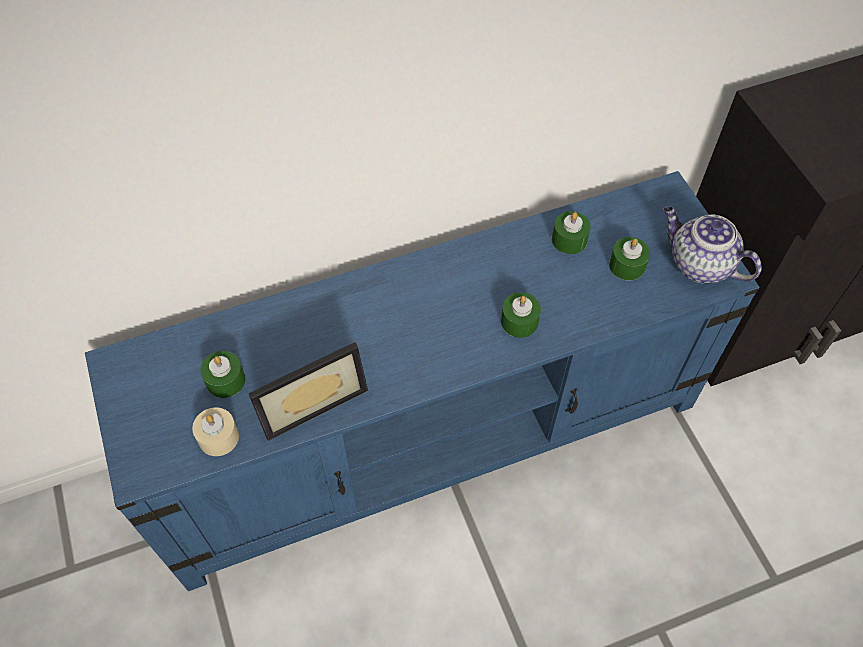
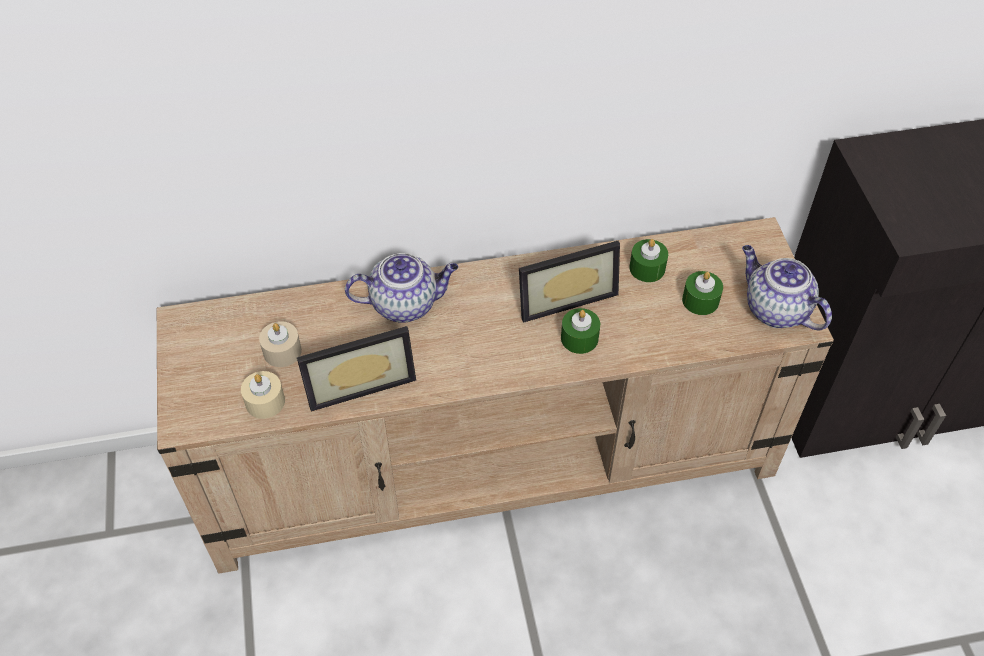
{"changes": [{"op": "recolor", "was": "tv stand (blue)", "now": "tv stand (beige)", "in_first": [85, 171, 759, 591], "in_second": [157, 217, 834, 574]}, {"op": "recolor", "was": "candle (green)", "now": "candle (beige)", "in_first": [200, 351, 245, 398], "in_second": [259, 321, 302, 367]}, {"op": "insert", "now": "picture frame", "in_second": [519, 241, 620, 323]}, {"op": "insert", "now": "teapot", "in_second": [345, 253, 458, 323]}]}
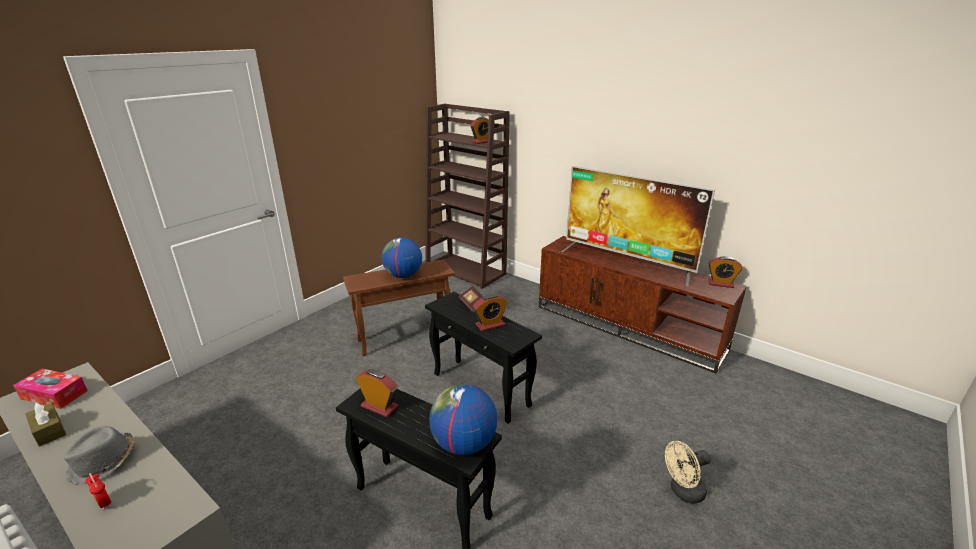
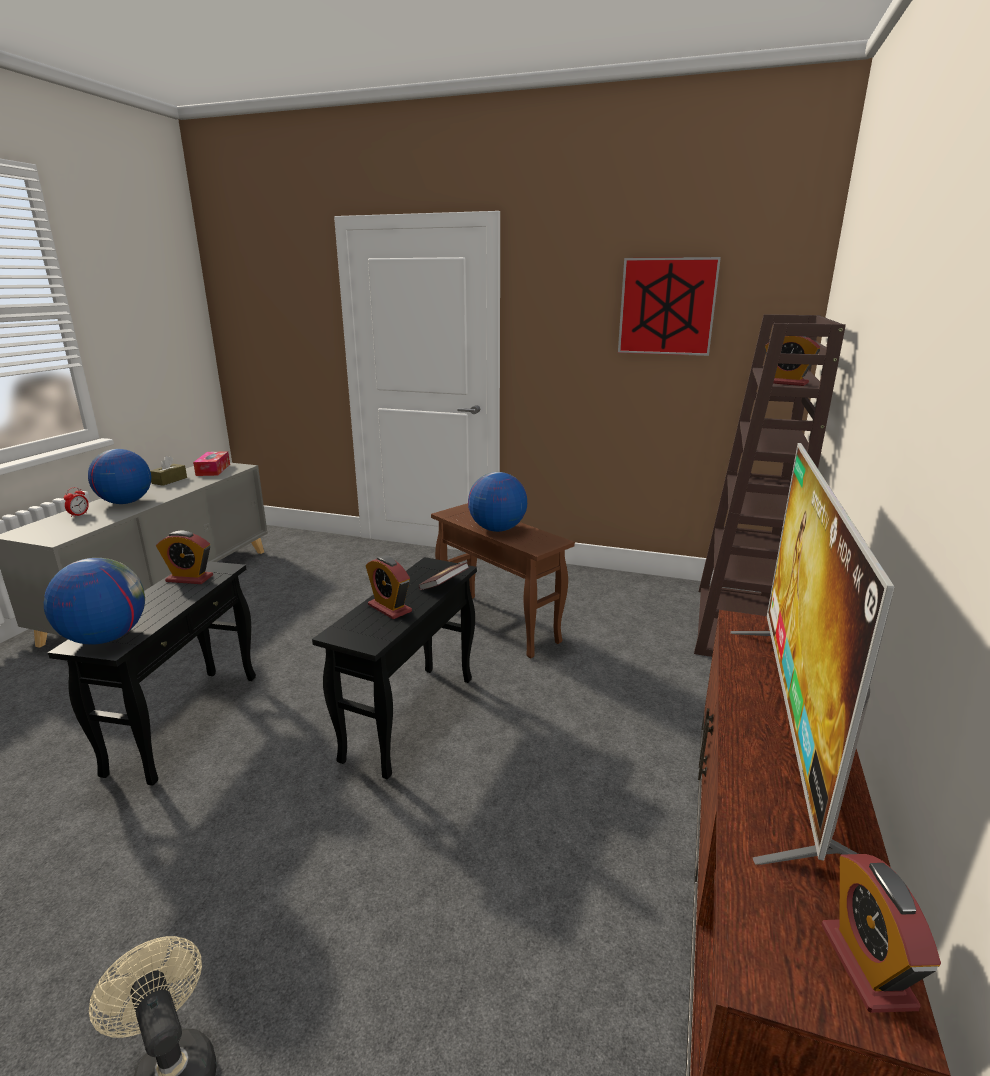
{"changes": [{"op": "rotate", "was": "alarm clock", "in_first": [356, 369, 398, 417], "in_second": [156, 530, 213, 584], "clockwise": 90}, {"op": "replace", "was": "hat (grey)", "now": "globe", "in_first": [64, 426, 134, 486], "in_second": [88, 449, 151, 504]}, {"op": "insert", "now": "picture", "in_second": [618, 257, 721, 356]}]}
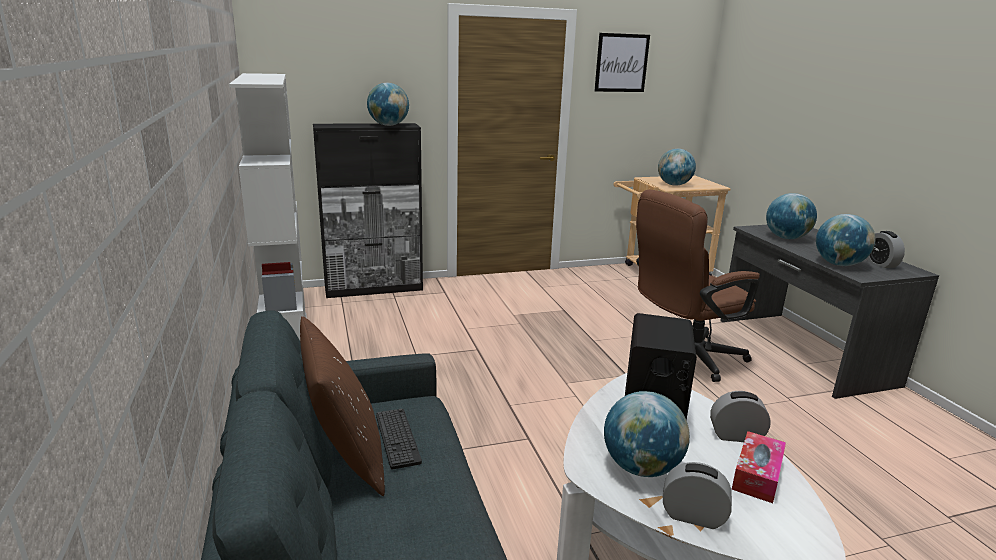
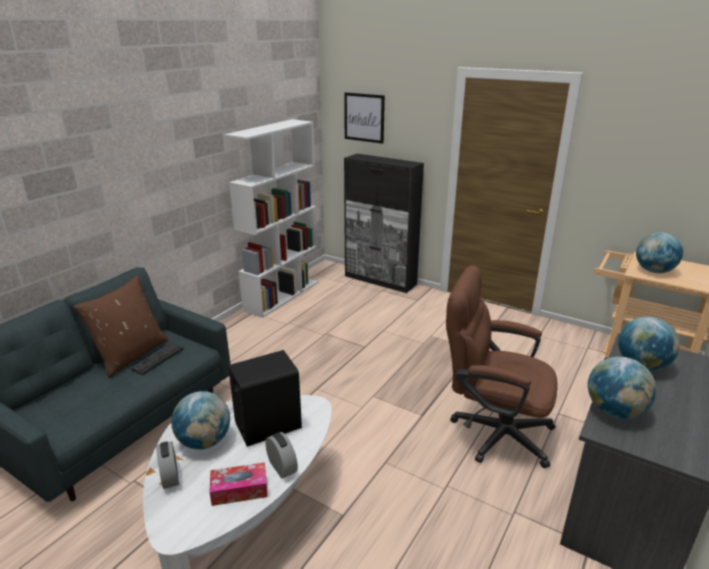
{"changes": [{"op": "move", "was": "picture", "in_first": [594, 33, 650, 92], "in_second": [344, 92, 385, 144]}, {"op": "delete", "was": "globe", "in_first": [367, 83, 409, 126]}, {"op": "delete", "was": "alarm clock", "in_first": [866, 231, 905, 268]}]}
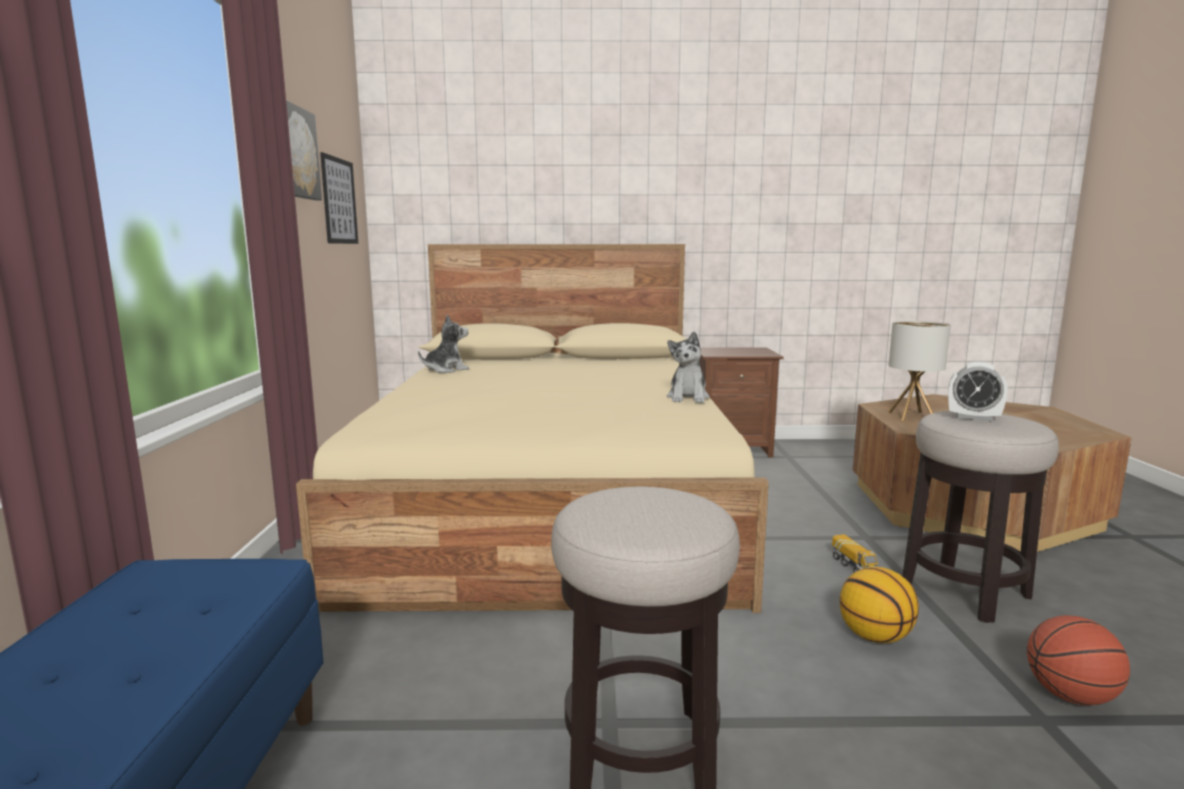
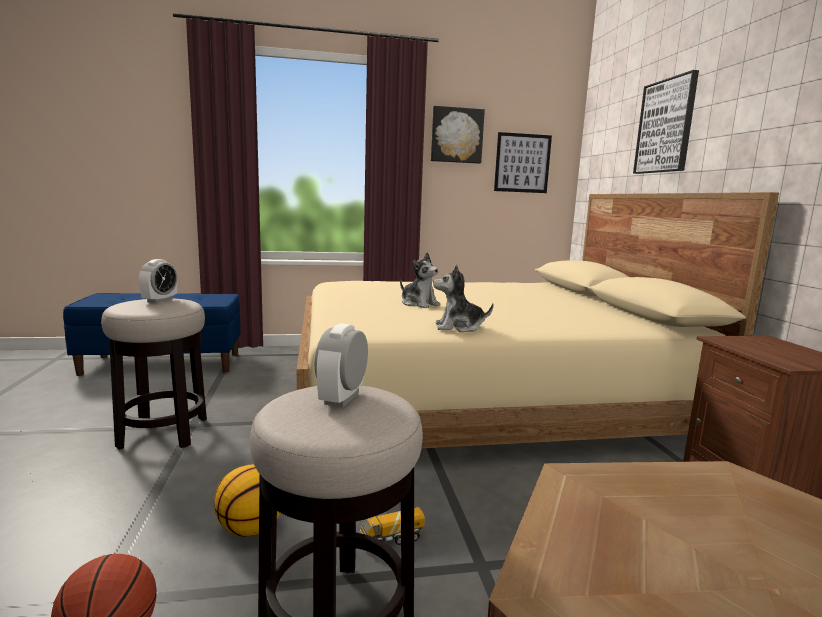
{"changes": [{"op": "move", "was": "plush toy", "in_first": [418, 314, 469, 373], "in_second": [400, 252, 440, 308]}, {"op": "delete", "was": "table lamp", "in_first": [888, 321, 951, 421]}, {"op": "insert", "now": "picture", "in_second": [633, 70, 699, 174]}, {"op": "insert", "now": "alarm clock", "in_second": [139, 259, 177, 303]}]}
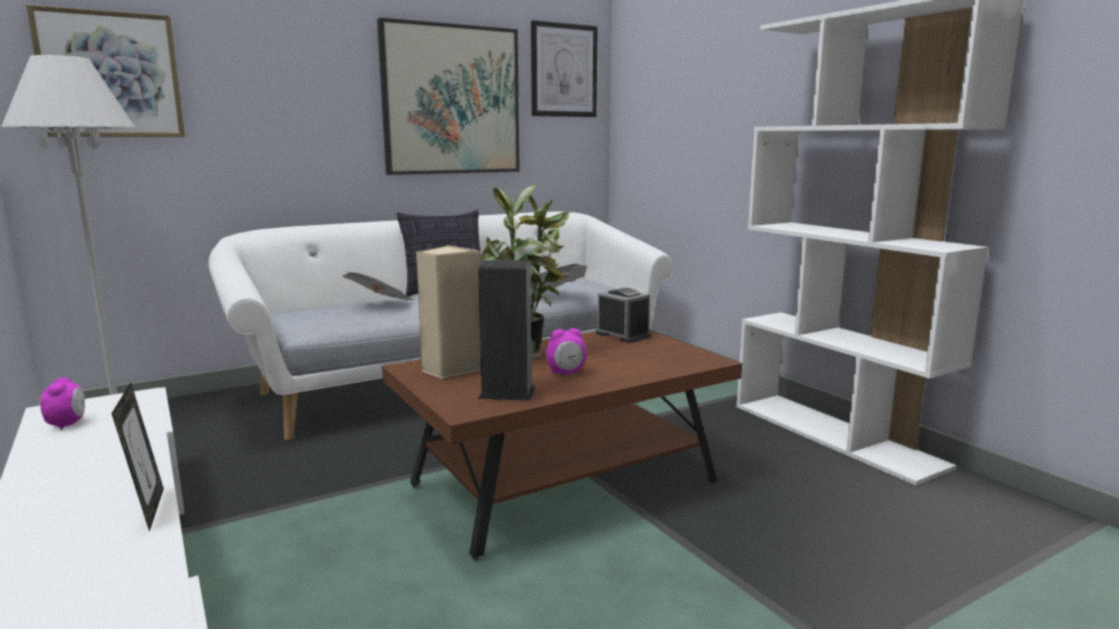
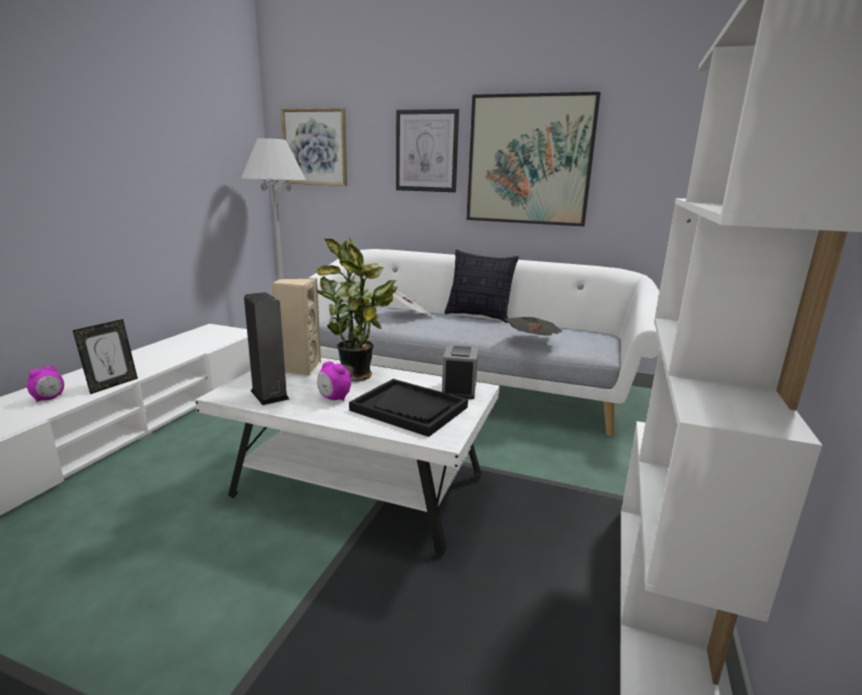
{"changes": [{"op": "move", "was": "picture", "in_first": [531, 20, 598, 117], "in_second": [396, 109, 459, 192]}, {"op": "recolor", "was": "coffee table (brown)", "now": "coffee table (white)", "in_first": [382, 330, 742, 561], "in_second": [195, 357, 500, 556]}, {"op": "move", "was": "alarm clock", "in_first": [40, 378, 85, 429], "in_second": [27, 366, 64, 402]}, {"op": "insert", "now": "tray (black)", "in_second": [349, 379, 468, 437]}]}
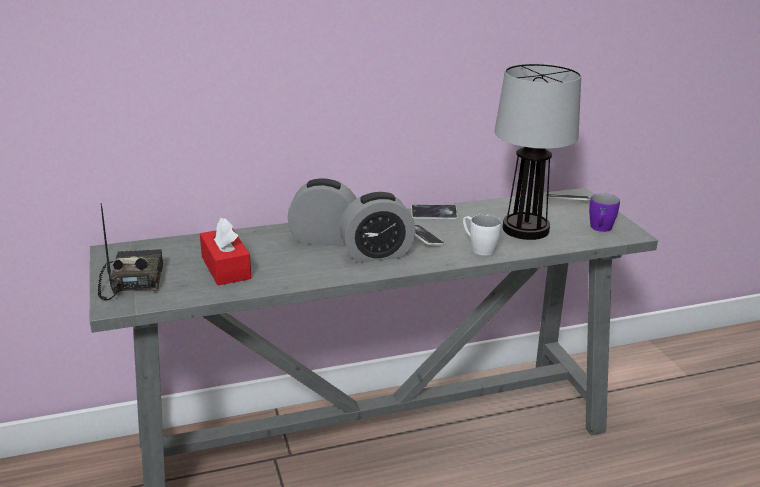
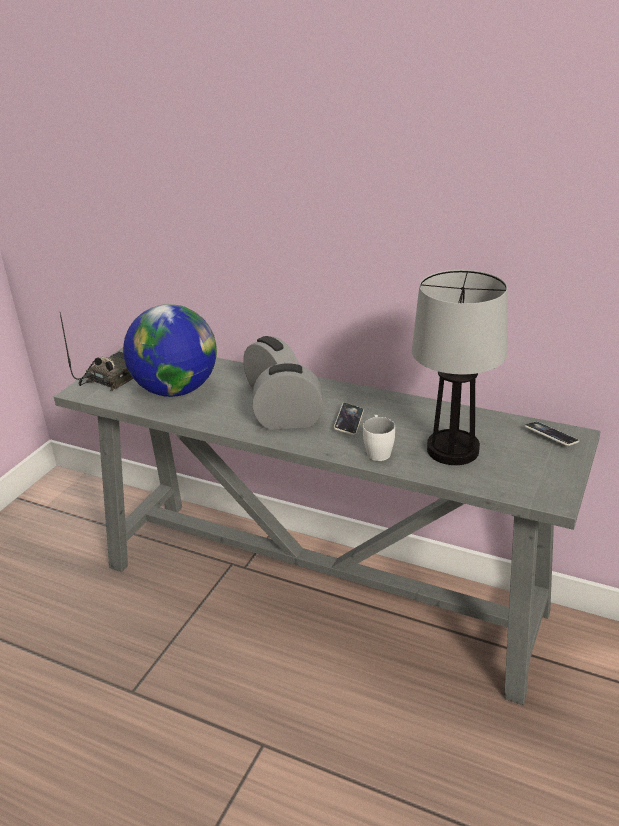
{"changes": [{"op": "rotate", "was": "alarm clock", "in_first": [340, 192, 416, 263], "in_second": [252, 363, 323, 430], "clockwise": 150}, {"op": "delete", "was": "mug (purple)", "in_first": [589, 193, 620, 232]}, {"op": "delete", "was": "phone", "in_first": [411, 204, 457, 219]}, {"op": "replace", "was": "tissue box (red)", "now": "globe", "in_first": [200, 218, 251, 285], "in_second": [123, 304, 217, 397]}]}
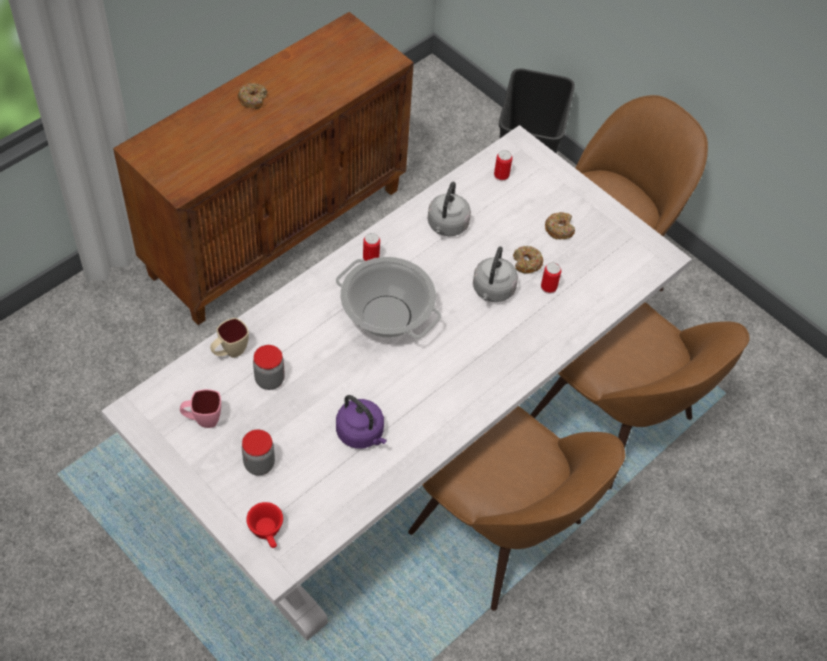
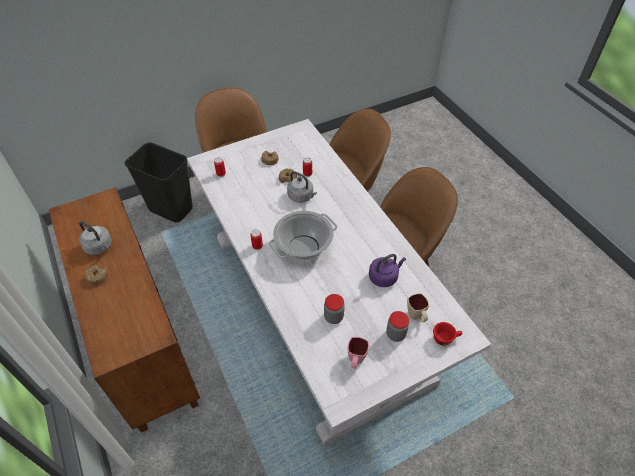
{"changes": [{"op": "move", "was": "kettle (grey)", "in_first": [428, 182, 471, 236], "in_second": [79, 221, 112, 255]}, {"op": "move", "was": "mug (beige)", "in_first": [210, 318, 249, 358], "in_second": [407, 293, 429, 322]}]}
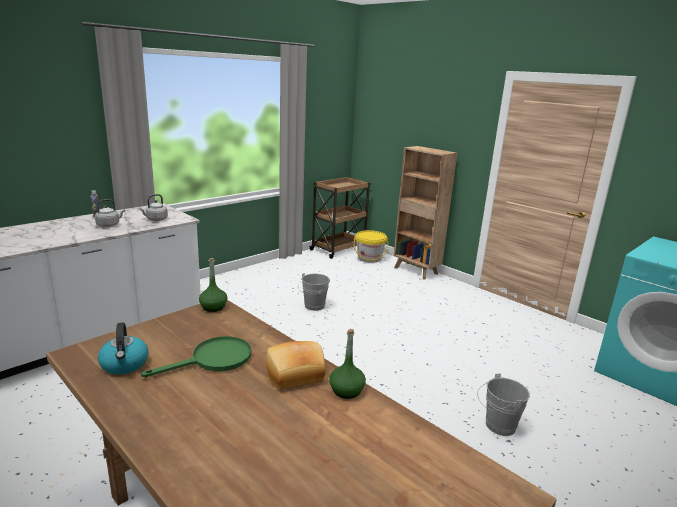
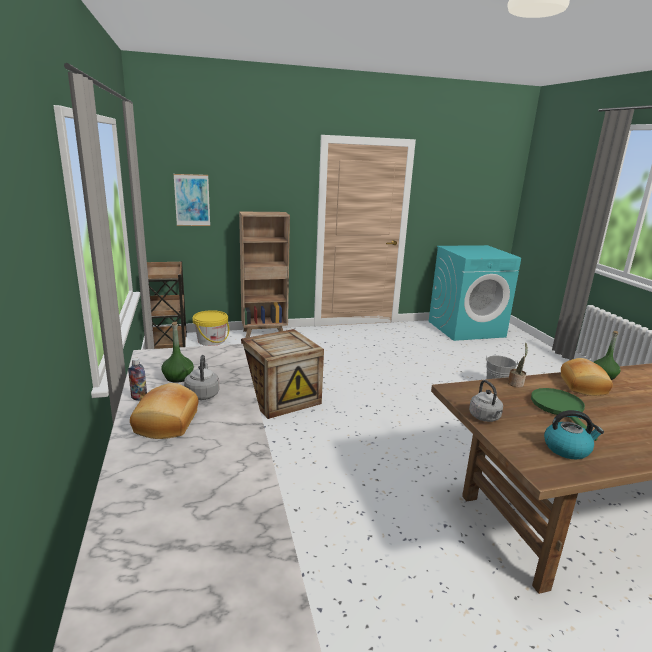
{"changes": [{"op": "move", "was": "kettle (grey)", "in_first": [139, 194, 168, 221], "in_second": [469, 380, 503, 422]}, {"op": "move", "was": "bottle (green)", "in_first": [199, 258, 227, 312], "in_second": [161, 322, 194, 383]}, {"op": "replace", "was": "bucket (grey)", "now": "crate", "in_first": [298, 273, 330, 311], "in_second": [241, 329, 324, 419]}, {"op": "insert", "now": "picture", "in_second": [174, 174, 210, 226]}, {"op": "insert", "now": "potted plant", "in_second": [508, 342, 528, 388]}, {"op": "insert", "now": "bread", "in_second": [130, 383, 198, 439]}]}
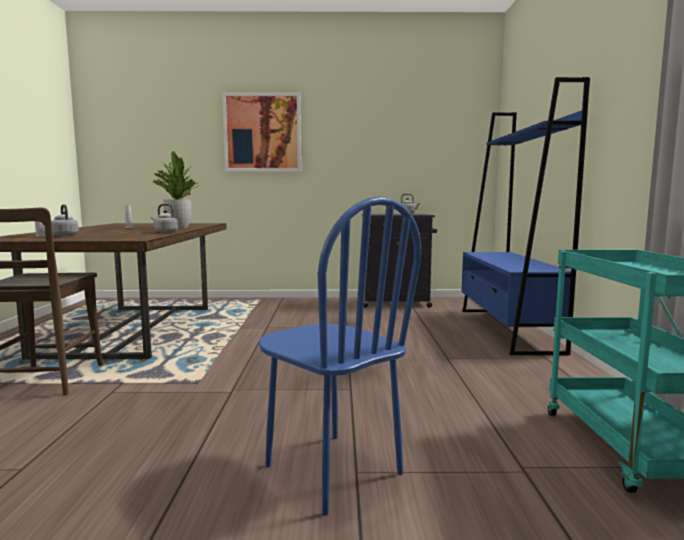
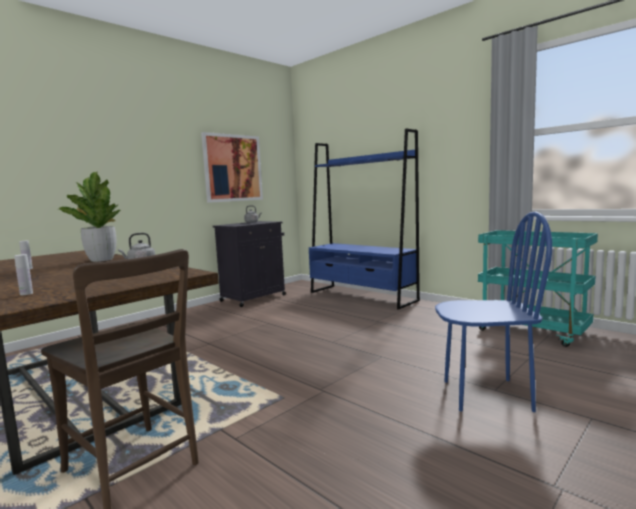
{"changes": [{"op": "move", "was": "picture", "in_first": [222, 92, 301, 172], "in_second": [201, 132, 263, 203]}, {"op": "delete", "was": "kettle (grey)", "in_first": [51, 204, 79, 236]}]}
